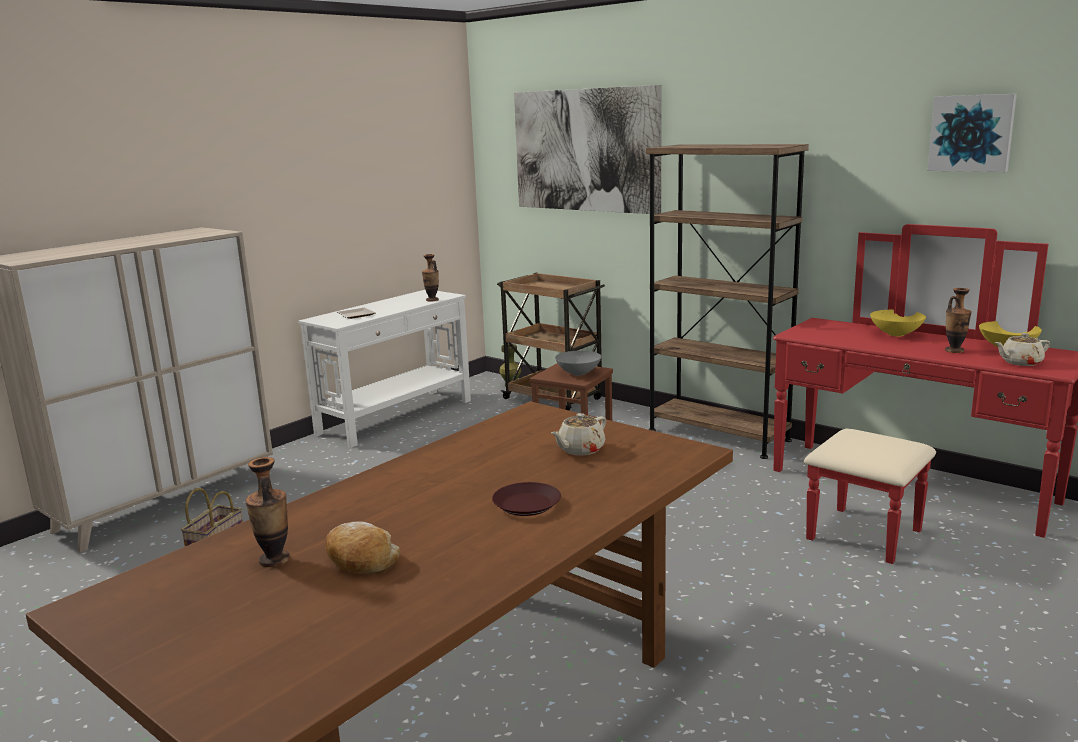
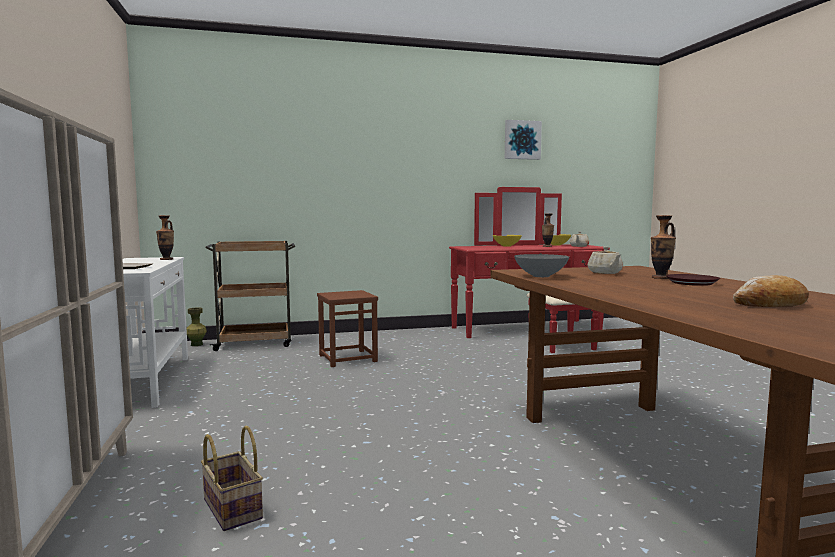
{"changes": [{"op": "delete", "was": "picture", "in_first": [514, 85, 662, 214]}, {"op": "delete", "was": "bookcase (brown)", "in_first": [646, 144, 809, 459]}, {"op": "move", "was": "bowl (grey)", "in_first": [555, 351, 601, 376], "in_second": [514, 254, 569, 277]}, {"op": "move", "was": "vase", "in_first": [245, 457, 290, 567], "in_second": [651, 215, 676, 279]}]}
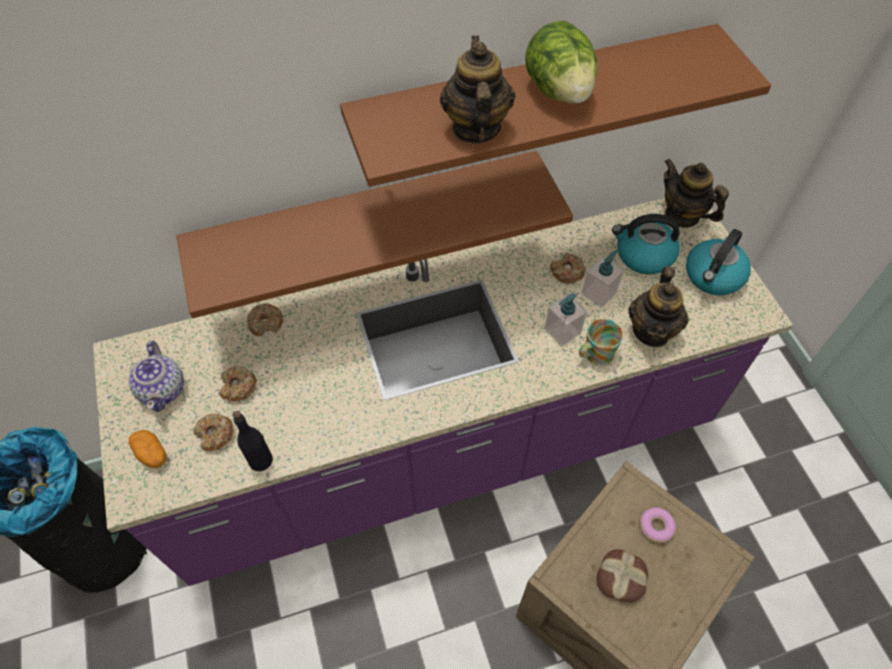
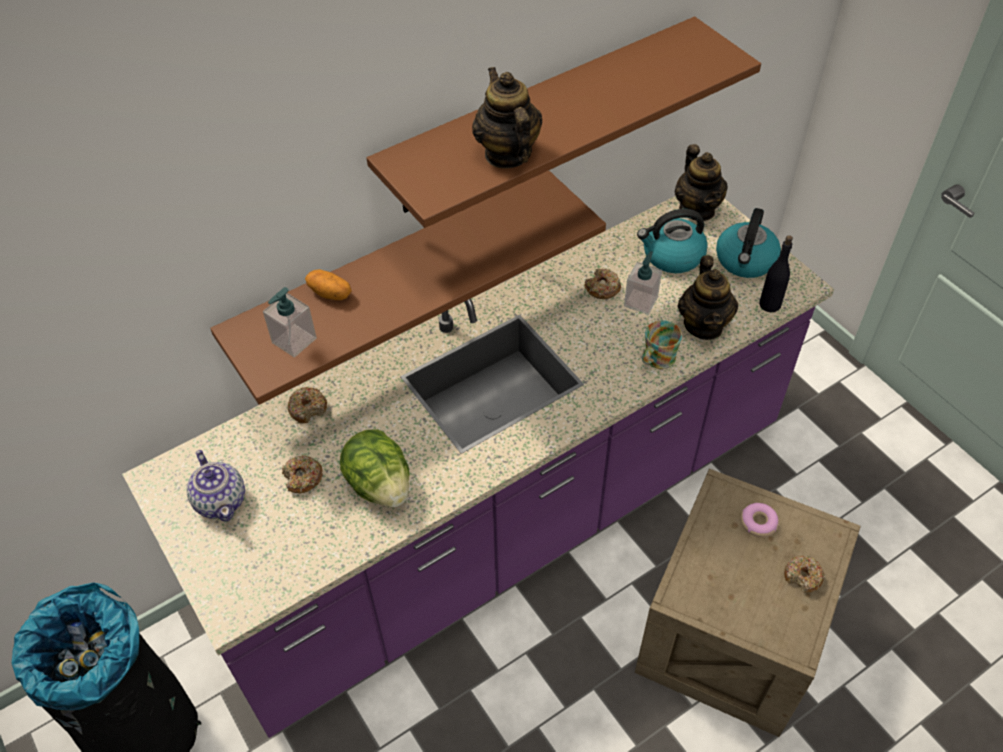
{"changes": [{"op": "move", "was": "lettuce", "in_first": [525, 21, 597, 104], "in_second": [340, 429, 409, 507]}, {"op": "rotate", "was": "teapot", "in_first": [664, 159, 729, 228], "in_second": [675, 144, 728, 221], "clockwise": -135}, {"op": "move", "was": "soap dispenser", "in_first": [544, 293, 587, 347], "in_second": [263, 287, 317, 357]}, {"op": "move", "was": "bottle (black)", "in_first": [233, 411, 273, 471], "in_second": [759, 235, 793, 312]}, {"op": "move", "was": "donut", "in_first": [193, 414, 234, 451], "in_second": [784, 555, 825, 593]}, {"op": "move", "was": "potato", "in_first": [128, 430, 167, 468], "in_second": [305, 269, 352, 300]}, {"op": "delete", "was": "bread", "in_first": [597, 549, 648, 603]}]}
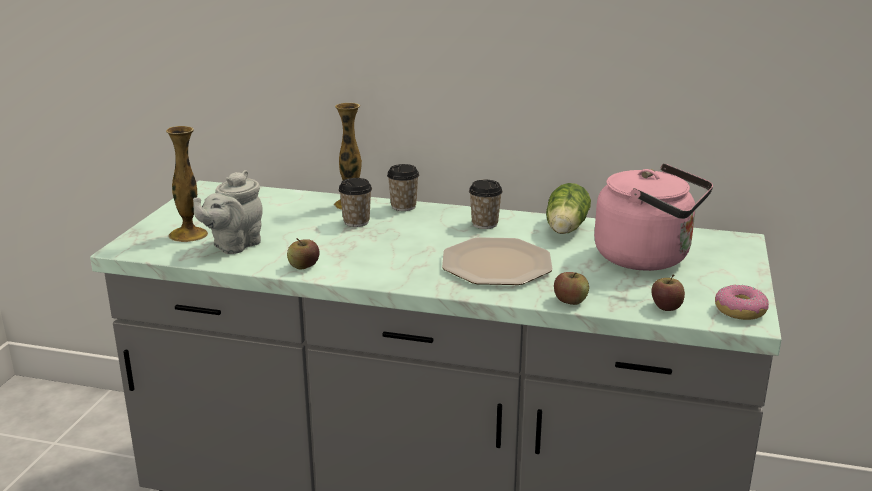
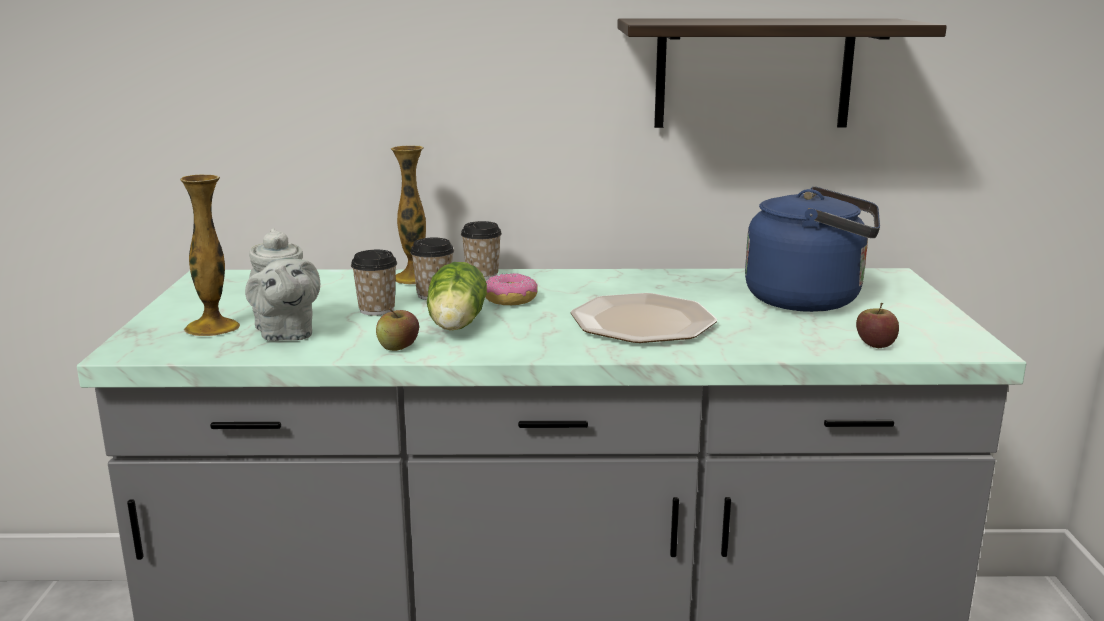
{"changes": [{"op": "recolor", "was": "kettle (pink)", "now": "kettle (blue)", "in_first": [594, 163, 713, 271], "in_second": [745, 186, 880, 312]}, {"op": "rotate", "was": "teapot (grey)", "in_first": [193, 170, 263, 254], "in_second": [245, 228, 320, 341], "clockwise": -45}, {"op": "move", "was": "cup", "in_first": [469, 180, 503, 229], "in_second": [351, 250, 397, 316]}, {"op": "move", "was": "lettuce", "in_first": [546, 183, 591, 234], "in_second": [427, 262, 487, 331]}, {"op": "delete", "was": "apple", "in_first": [554, 272, 589, 305]}, {"op": "move", "was": "donut", "in_first": [715, 285, 769, 320], "in_second": [485, 273, 538, 305]}, {"op": "insert", "now": "shelf", "in_second": [617, 18, 947, 128]}]}
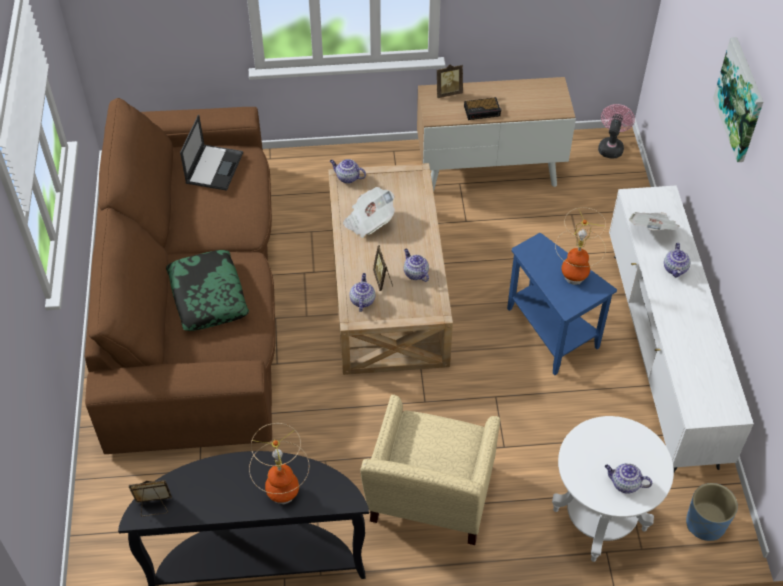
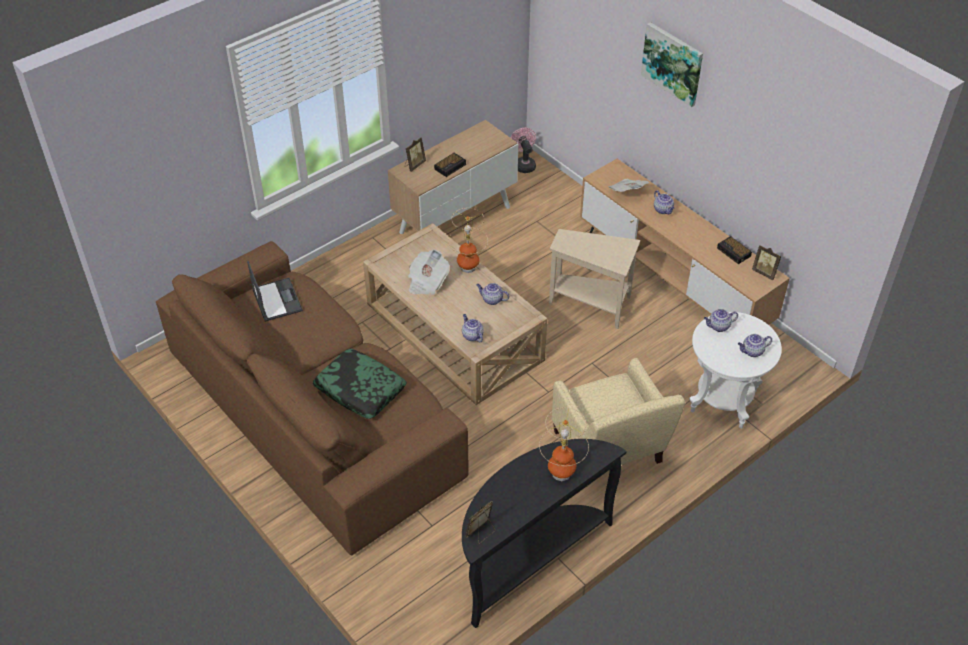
{"changes": [{"op": "move", "was": "teapot", "in_first": [330, 159, 366, 184], "in_second": [704, 309, 738, 332]}, {"op": "recolor", "was": "tv stand (white)", "now": "tv stand (brown)", "in_first": [609, 185, 754, 472], "in_second": [580, 159, 790, 325]}, {"op": "move", "was": "table lamp", "in_first": [555, 207, 606, 285], "in_second": [448, 208, 488, 273]}, {"op": "recolor", "was": "side table (blue)", "now": "side table (beige)", "in_first": [507, 233, 617, 375], "in_second": [549, 229, 640, 329]}, {"op": "move", "was": "picture frame", "in_first": [373, 245, 393, 291], "in_second": [752, 245, 781, 280]}, {"op": "delete", "was": "planter (blue)", "in_first": [686, 483, 738, 541]}, {"op": "insert", "now": "alarm clock", "in_second": [717, 236, 752, 264]}]}
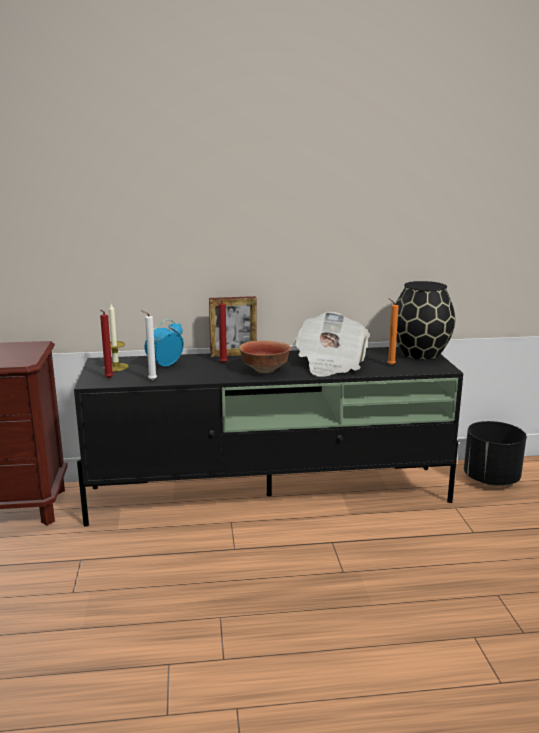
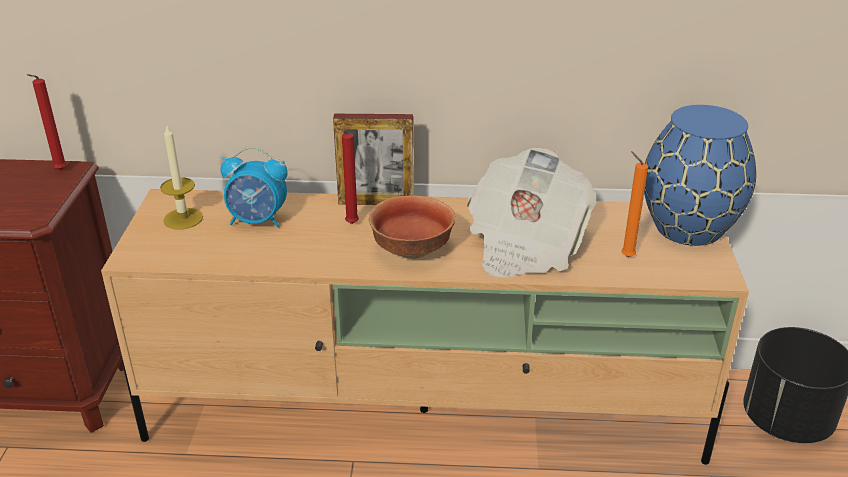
{"changes": [{"op": "recolor", "was": "vase (black)", "now": "vase (blue)", "in_first": [396, 281, 455, 360], "in_second": [644, 105, 756, 246]}, {"op": "move", "was": "candle (red)", "in_first": [100, 310, 114, 378], "in_second": [27, 74, 67, 170]}, {"op": "delete", "was": "candle (white)", "in_first": [141, 310, 157, 381]}, {"op": "rotate", "was": "alarm clock", "in_first": [145, 319, 184, 367], "in_second": [221, 147, 288, 228], "clockwise": -135}, {"op": "recolor", "was": "tv stand (black)", "now": "tv stand (beige)", "in_first": [74, 347, 463, 526], "in_second": [101, 189, 749, 465]}]}
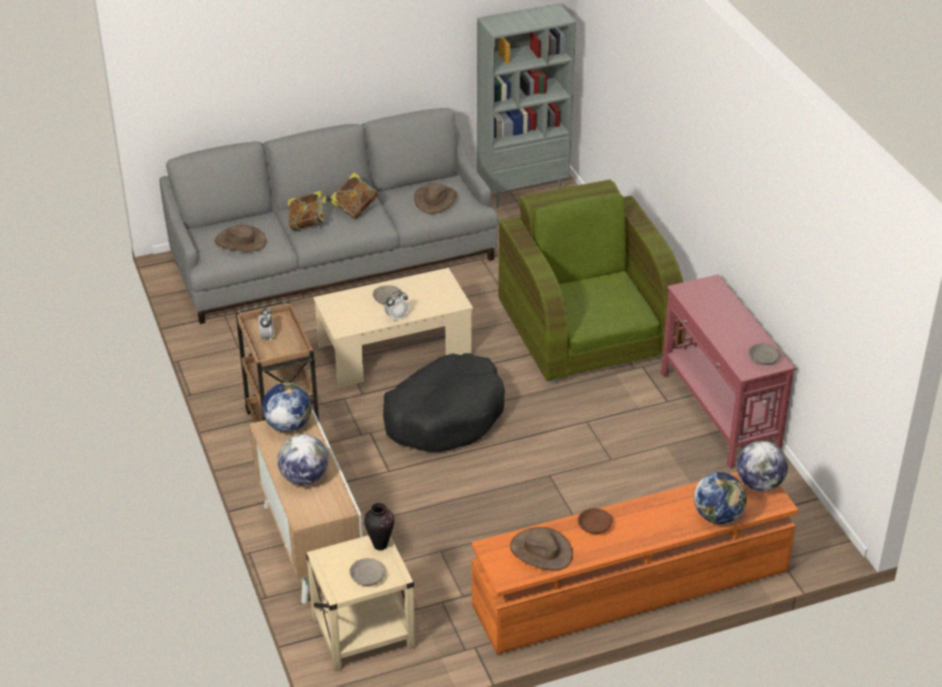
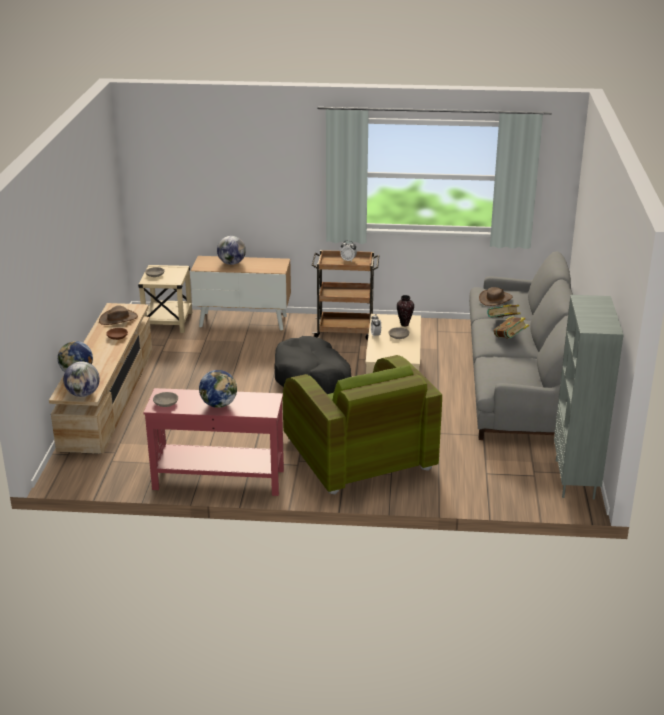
{"changes": [{"op": "rotate", "was": "armchair (green)", "in_first": [498, 179, 683, 384], "in_second": [283, 355, 442, 494], "clockwise": 60}, {"op": "delete", "was": "hat (brown)", "in_first": [414, 183, 457, 214]}, {"op": "move", "was": "globe", "in_first": [262, 383, 312, 432], "in_second": [199, 370, 237, 408]}, {"op": "recolor", "was": "tv stand (orange)", "now": "tv stand (beige)", "in_first": [472, 472, 798, 654], "in_second": [49, 303, 152, 454]}, {"op": "move", "was": "vase", "in_first": [364, 503, 394, 550], "in_second": [397, 295, 414, 326]}]}
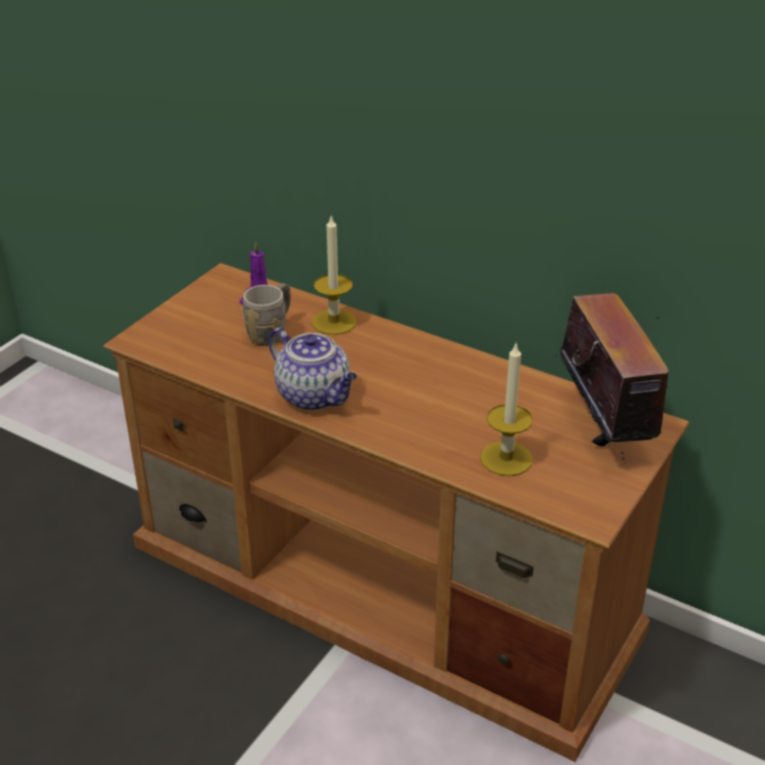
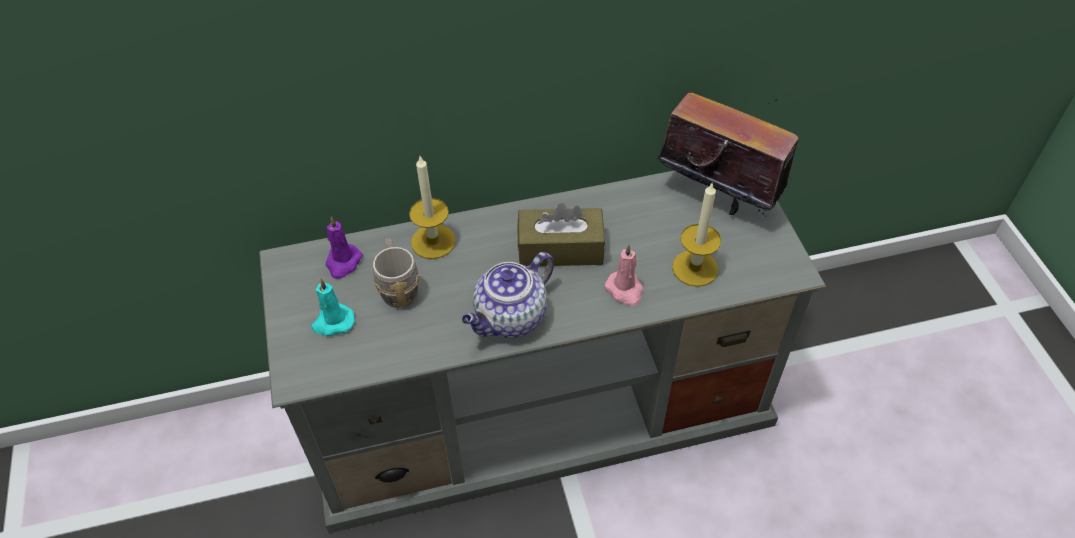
{"changes": [{"op": "recolor", "was": "tv stand (brown)", "now": "tv stand (grey)", "in_first": [103, 263, 690, 762], "in_second": [259, 170, 826, 533]}, {"op": "rotate", "was": "teapot", "in_first": [268, 328, 357, 411], "in_second": [462, 252, 554, 338], "clockwise": 135}, {"op": "insert", "now": "tissue box (brown)", "in_second": [518, 203, 605, 266]}, {"op": "insert", "now": "candle (pink)", "in_second": [605, 244, 643, 306]}, {"op": "insert", "now": "candle (turquoise)", "in_second": [311, 278, 355, 336]}]}
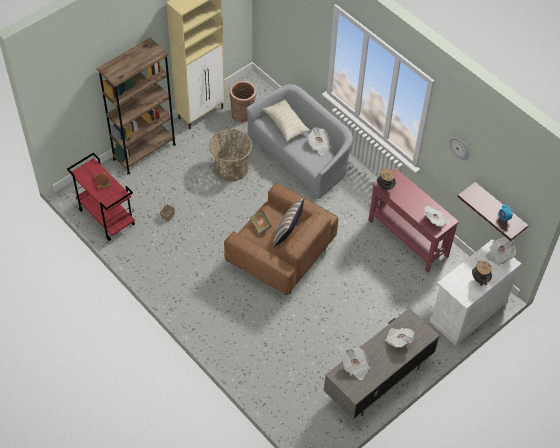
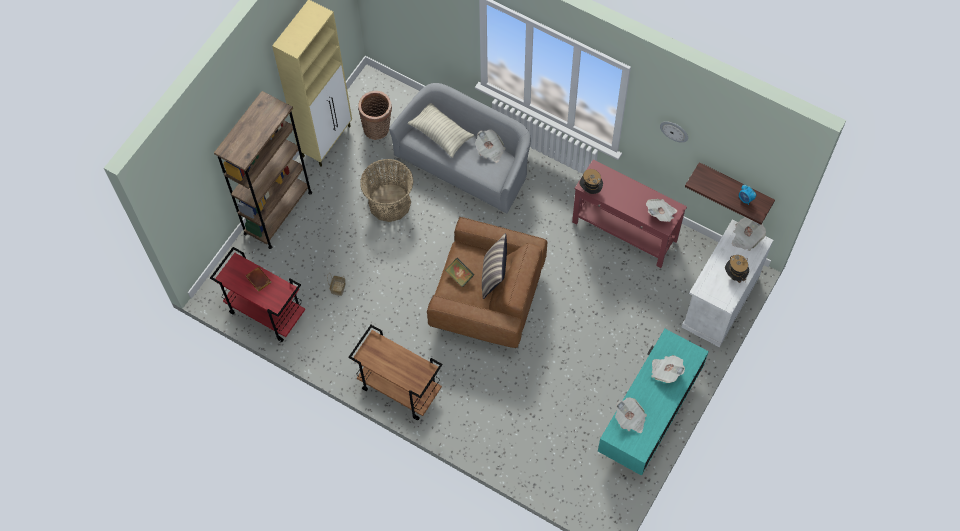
{"changes": [{"op": "recolor", "was": "tv stand (grey)", "now": "tv stand (turquoise)", "in_first": [324, 308, 440, 420], "in_second": [598, 329, 709, 476]}, {"op": "insert", "now": "cart (brown)", "in_second": [348, 325, 443, 420]}]}
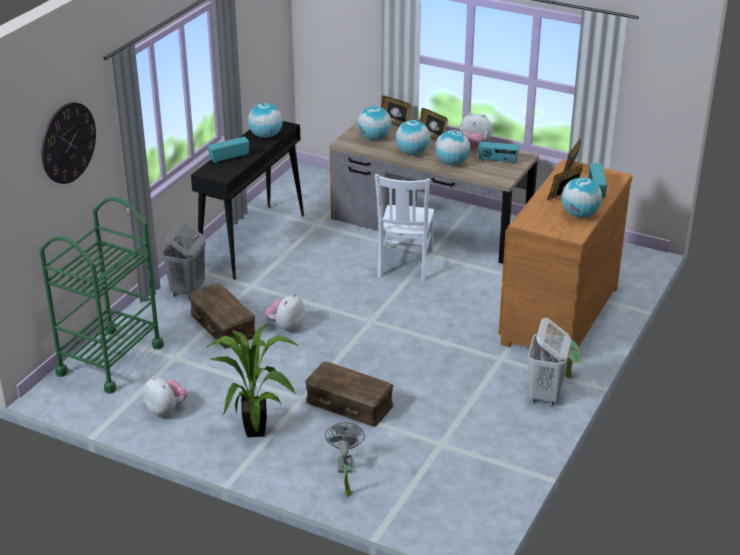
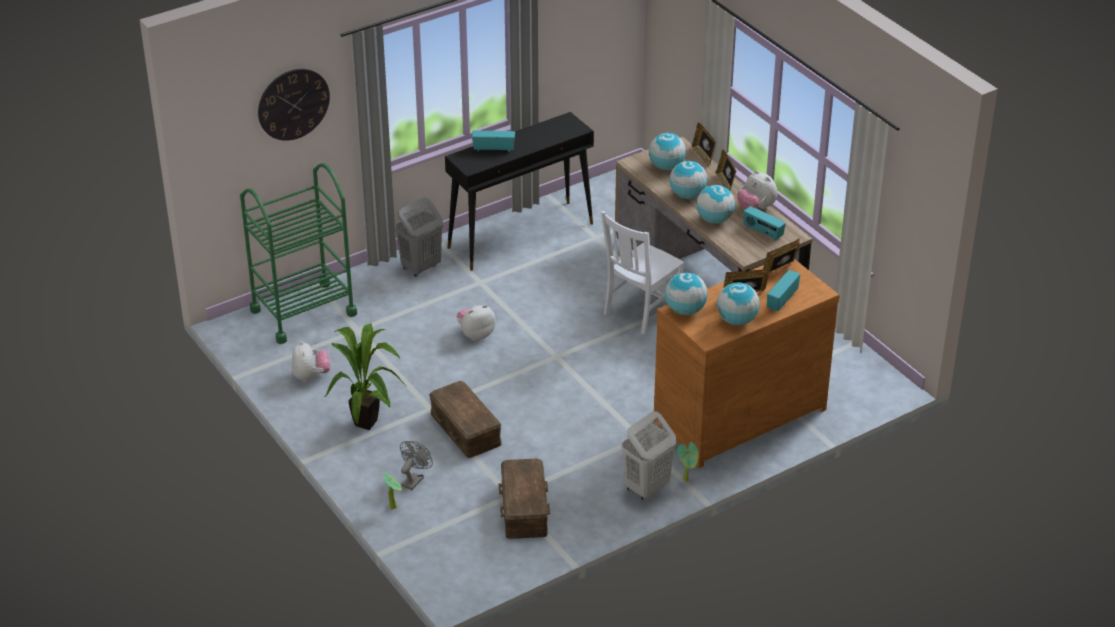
{"changes": [{"op": "move", "was": "globe", "in_first": [248, 103, 283, 138], "in_second": [665, 273, 708, 315]}, {"op": "move", "was": "storage box (brown)", "in_first": [189, 283, 255, 349], "in_second": [499, 459, 550, 539]}]}
